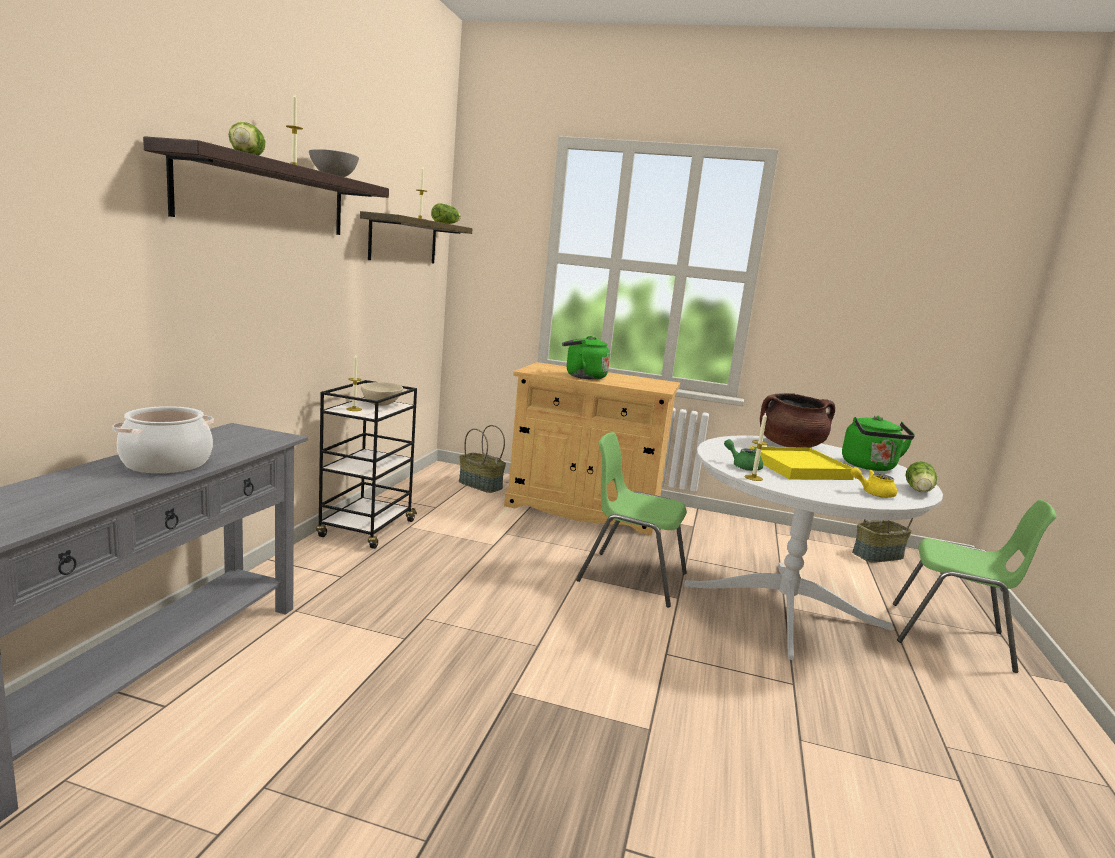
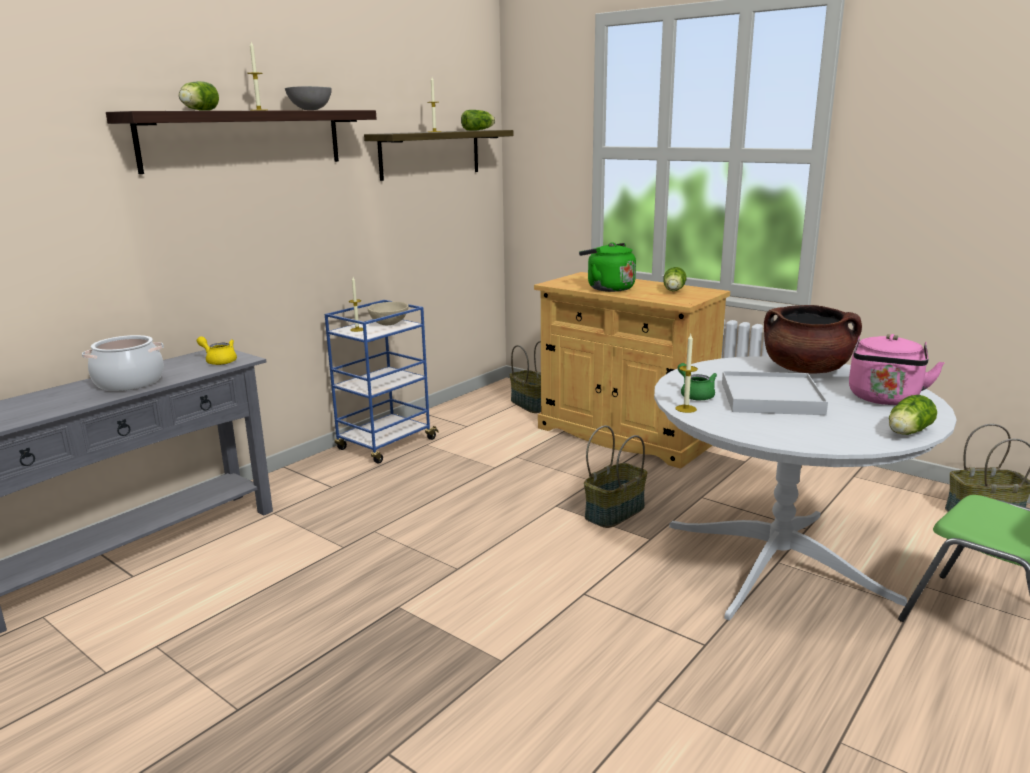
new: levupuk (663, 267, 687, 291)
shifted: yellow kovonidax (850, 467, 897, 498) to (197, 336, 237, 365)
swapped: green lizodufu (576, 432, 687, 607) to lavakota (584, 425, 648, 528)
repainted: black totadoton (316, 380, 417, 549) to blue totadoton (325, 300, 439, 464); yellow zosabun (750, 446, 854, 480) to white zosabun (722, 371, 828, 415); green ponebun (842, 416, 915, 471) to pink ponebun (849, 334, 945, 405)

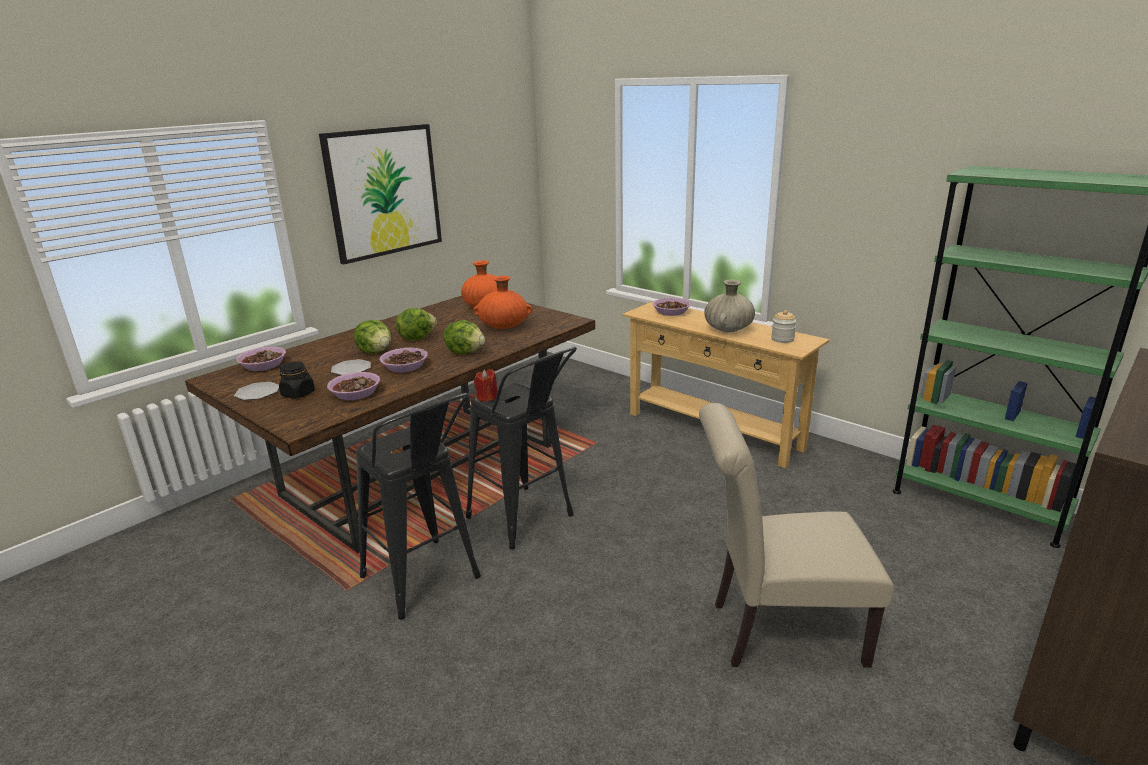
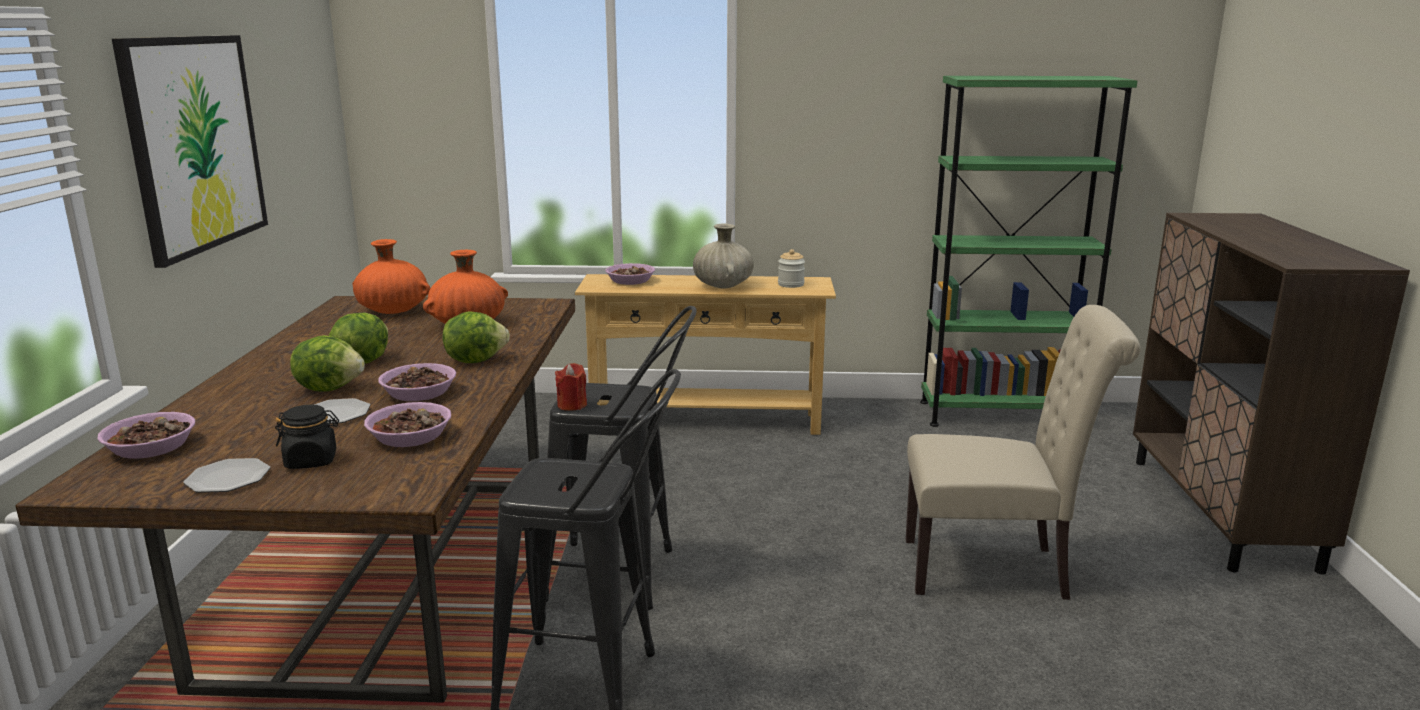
rotated: beige lizodufu (699, 403, 894, 668) = (906, 305, 1141, 600) 135 degrees counterclockwise

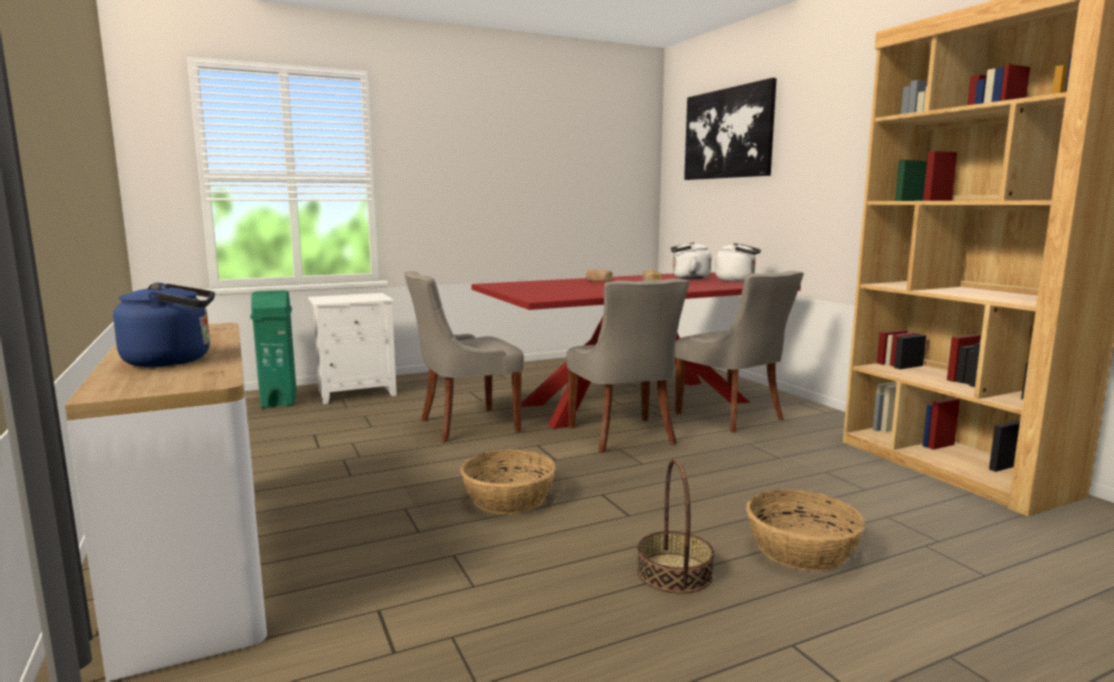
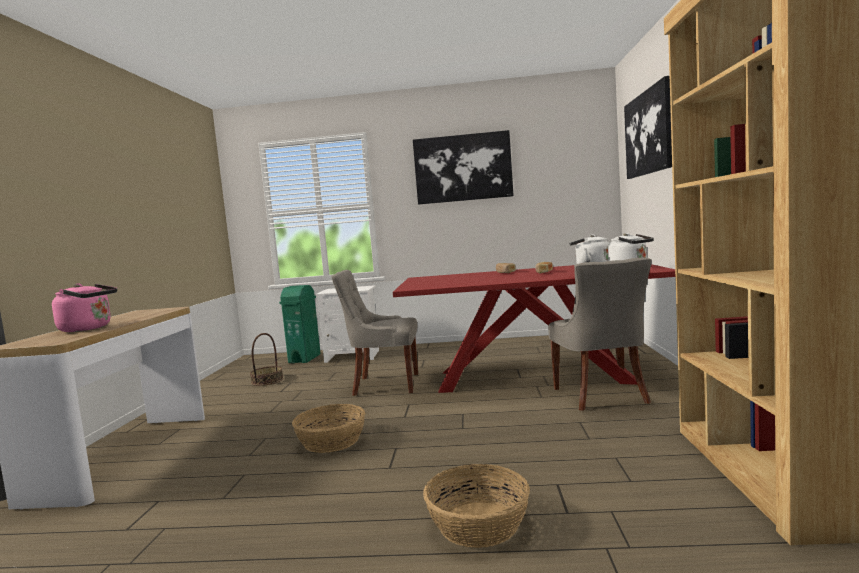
gone: grey lizodufu (566, 279, 689, 453)
new: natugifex (413, 130, 514, 204)
shifted: lavakota (637, 459, 714, 594) to (250, 333, 284, 386)
repainted: blue ponebun (113, 283, 215, 367) to pink ponebun (52, 284, 117, 332)

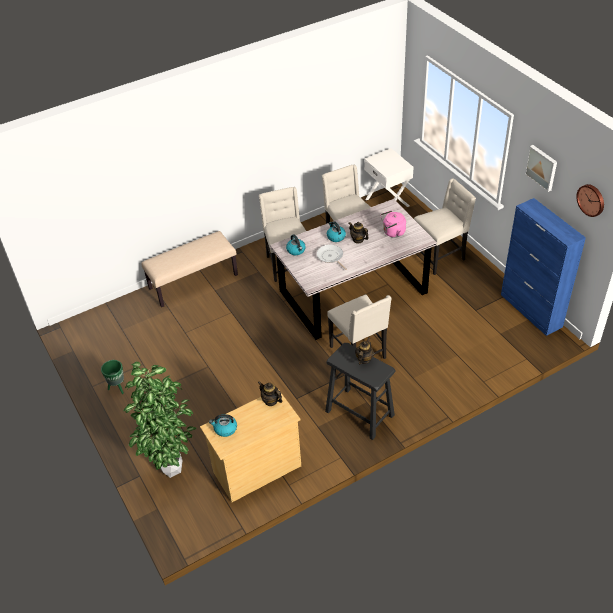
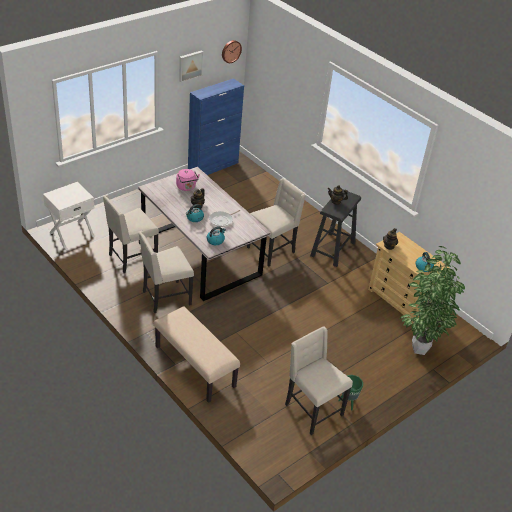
shifted: beige lizodufu (414, 178, 476, 275) to (285, 326, 353, 435)

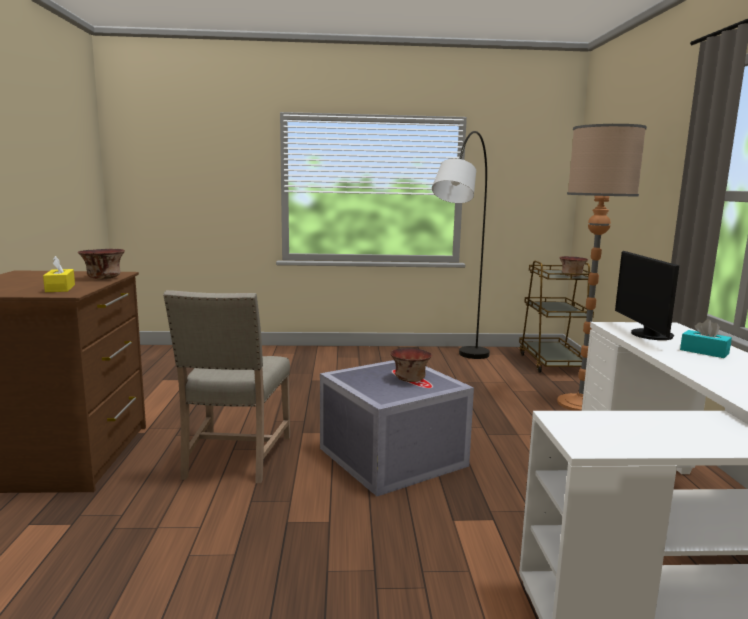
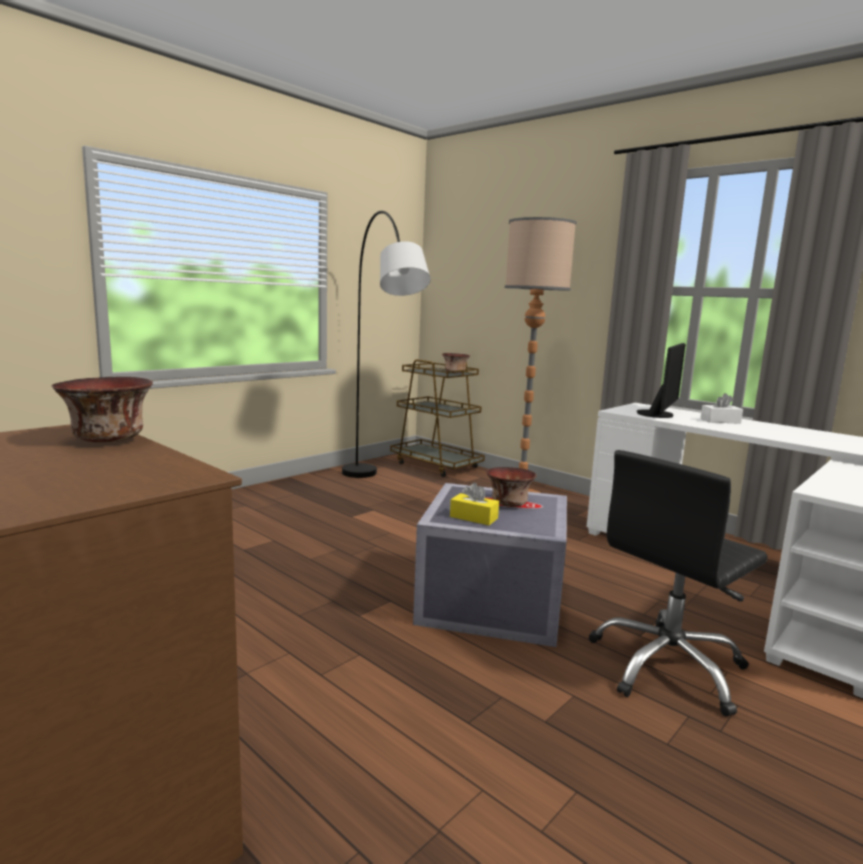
gone: beige lizodufu (163, 290, 290, 483)
new: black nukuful (588, 450, 768, 717)
shifted: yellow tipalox (43, 256, 75, 292) to (450, 483, 499, 525)
repainted: turquoise tipalox (680, 319, 732, 358) to white tipalox (700, 393, 743, 424)
rotated: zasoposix (615, 251, 679, 340) = (637, 343, 685, 418) 105 degrees counterclockwise

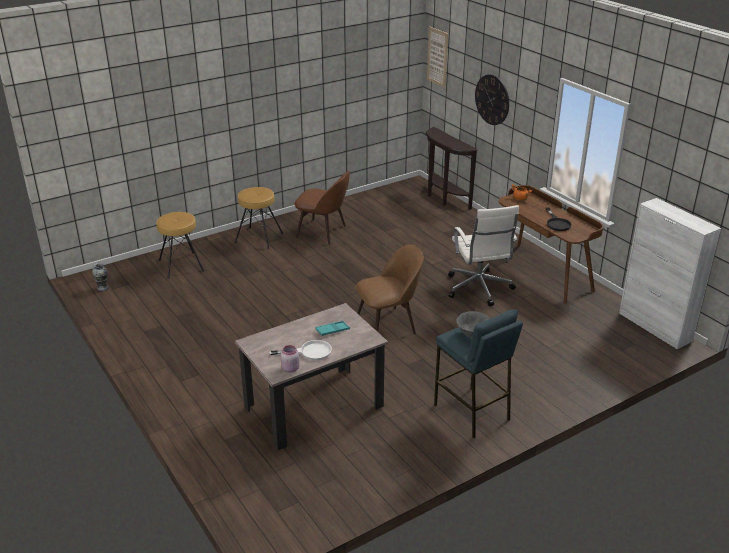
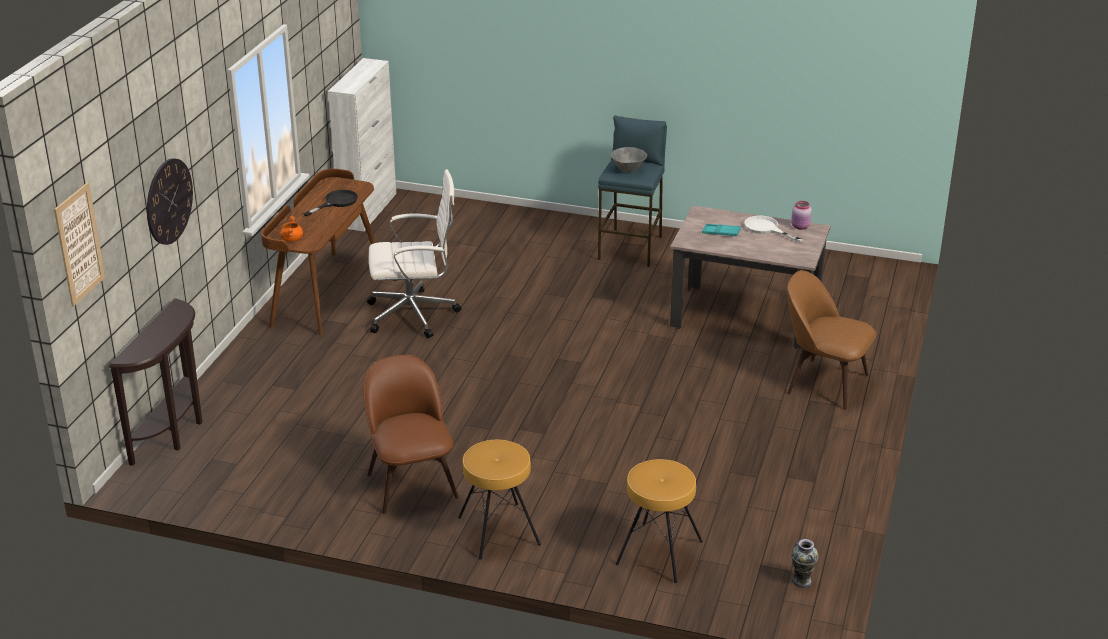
shifted: brown lizodufu (355, 244, 424, 334) to (787, 270, 876, 410)
rotated: white nukuful (448, 205, 519, 306) = (367, 169, 462, 338) 45 degrees clockwise

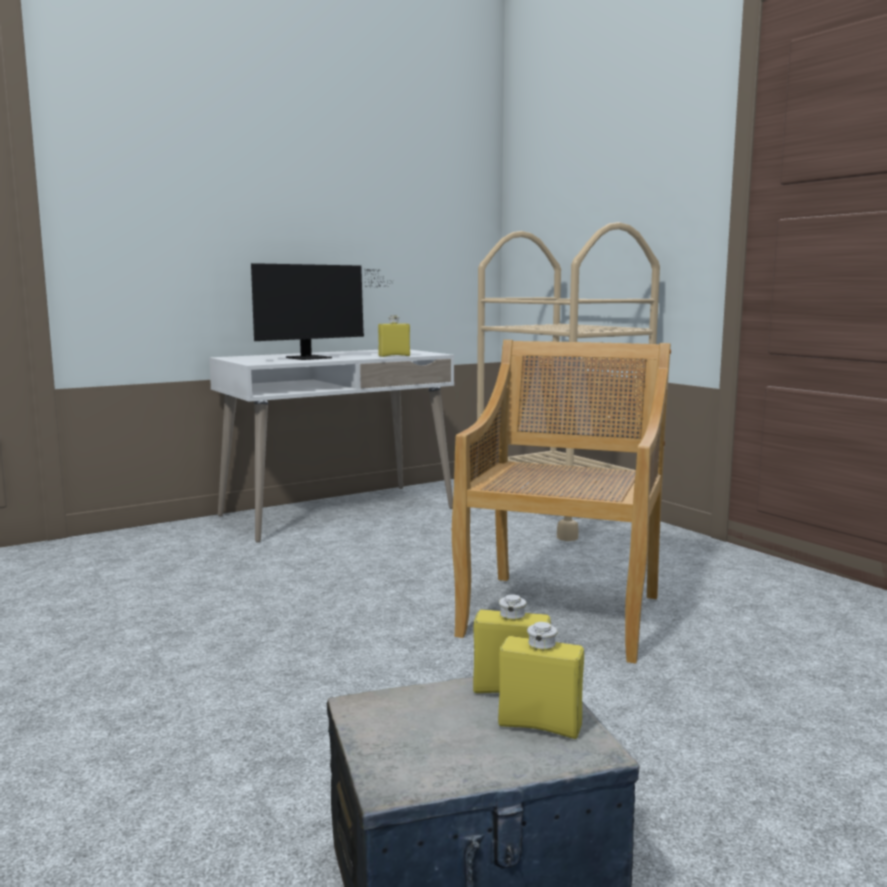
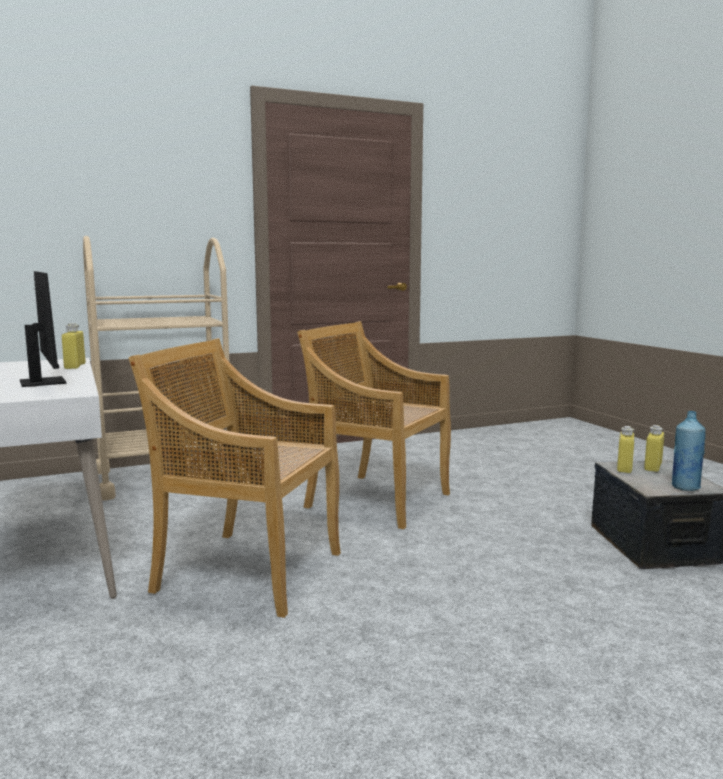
new: beige lizodufu (128, 338, 341, 618); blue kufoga (672, 411, 705, 491)

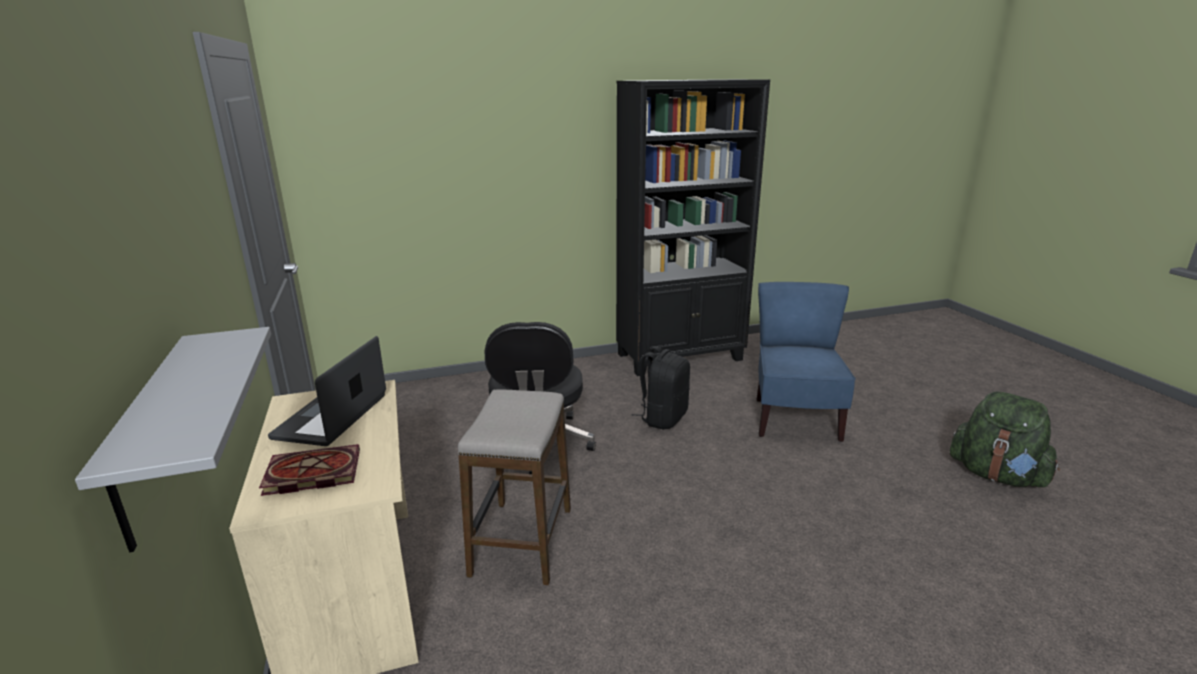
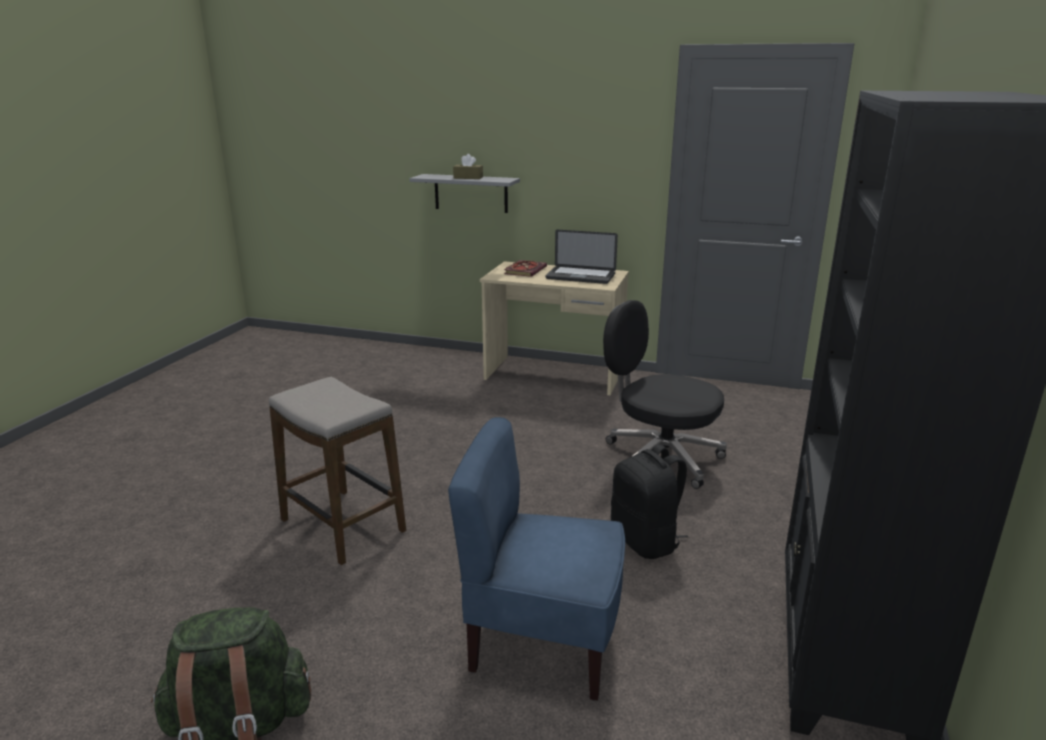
new: brown tipalox (453, 154, 483, 179)
shifted: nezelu (458, 389, 571, 585) to (269, 377, 406, 565)
rotated: blue lizodufu (757, 282, 856, 442) = (448, 417, 625, 701) 150 degrees clockwise; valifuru (268, 336, 386, 446) = (545, 230, 618, 284) 150 degrees clockwise

